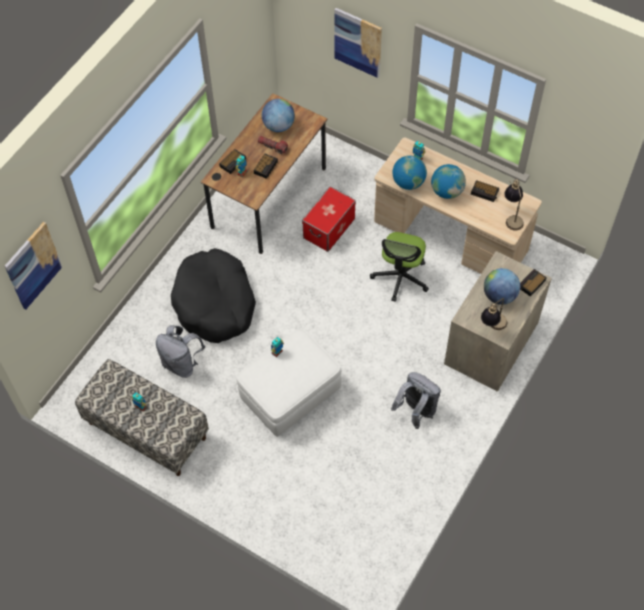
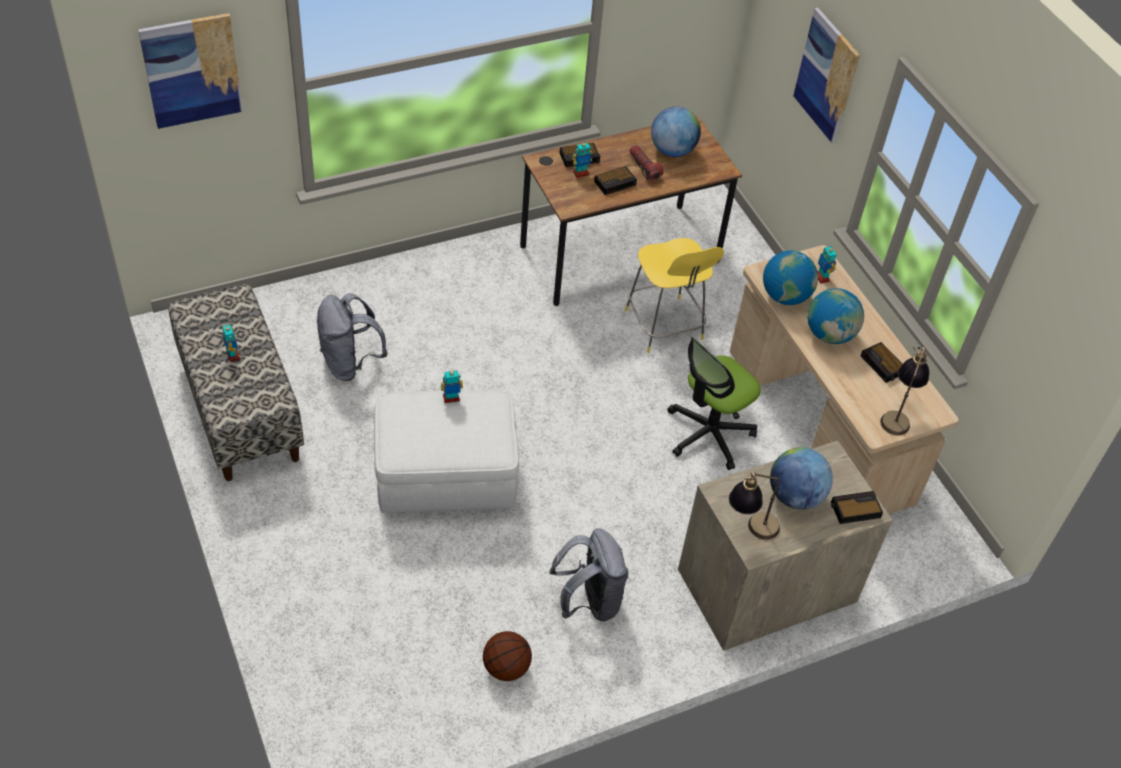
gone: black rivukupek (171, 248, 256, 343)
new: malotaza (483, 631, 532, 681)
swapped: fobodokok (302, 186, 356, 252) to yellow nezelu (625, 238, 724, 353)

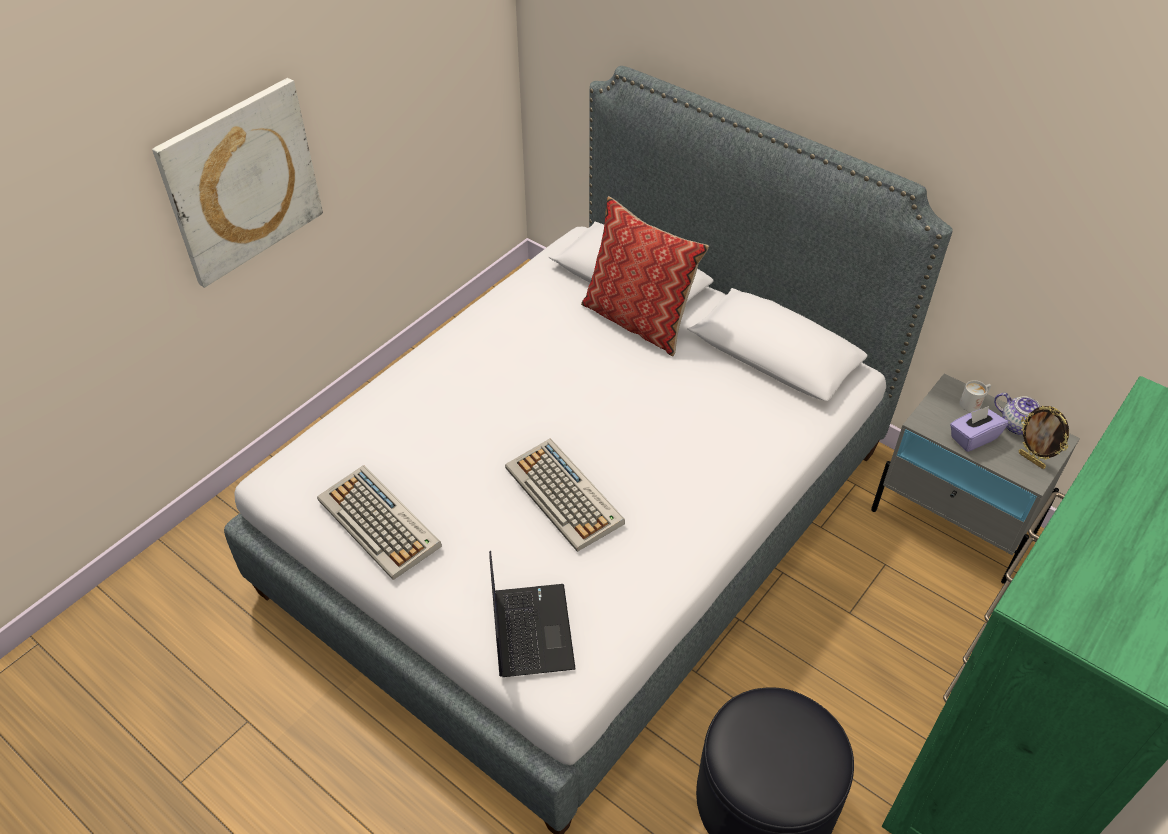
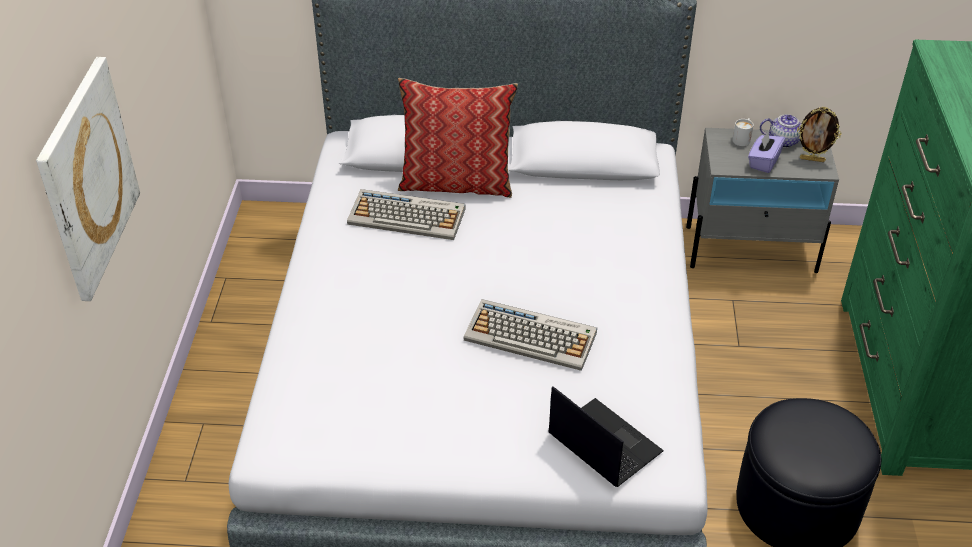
shifted: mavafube (317, 466, 442, 580) to (347, 189, 466, 240)

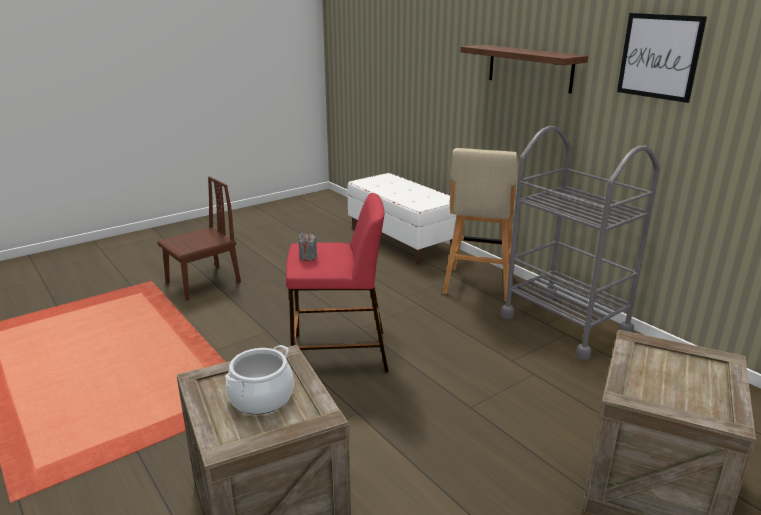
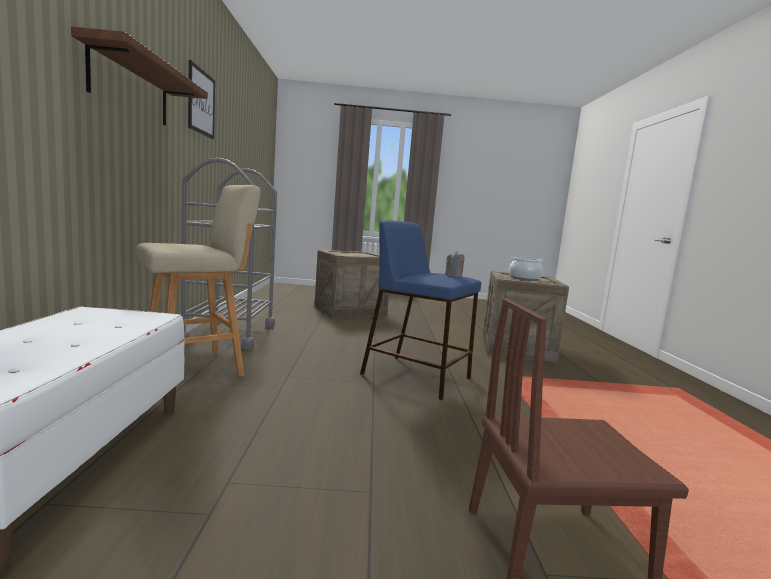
repainted: red nezelu (286, 193, 389, 373) to blue nezelu (360, 220, 481, 400)

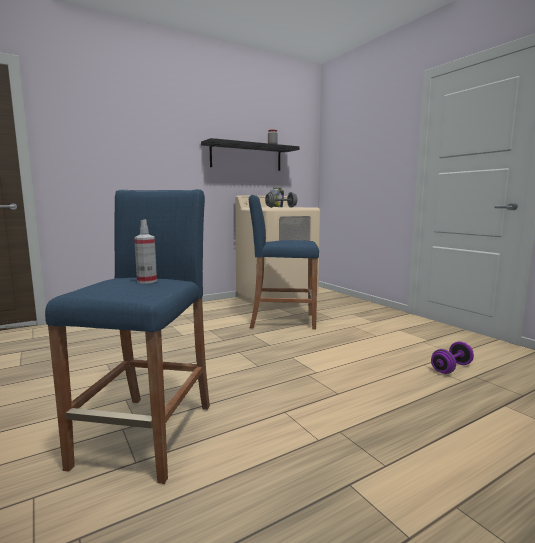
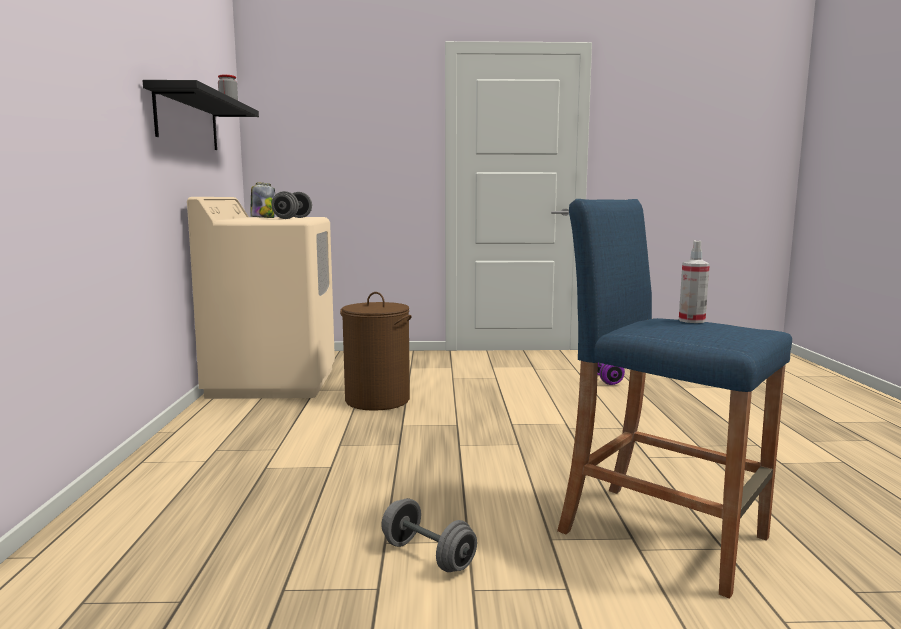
new: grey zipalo (381, 498, 477, 572)
swapped: blue nezelu (249, 195, 319, 329) to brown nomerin (340, 292, 412, 411)

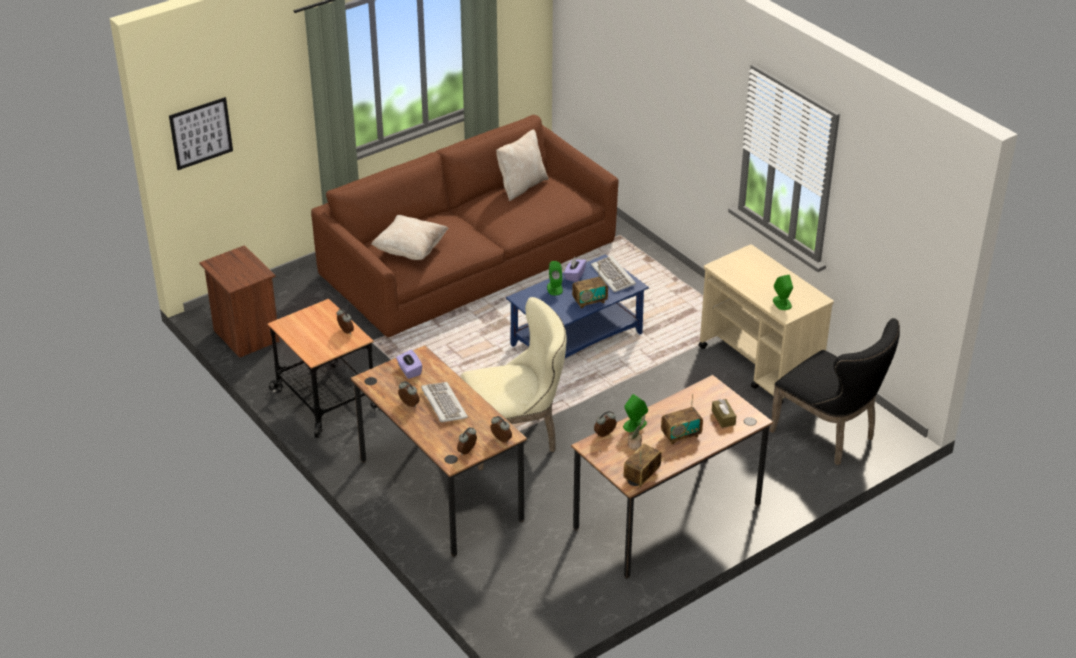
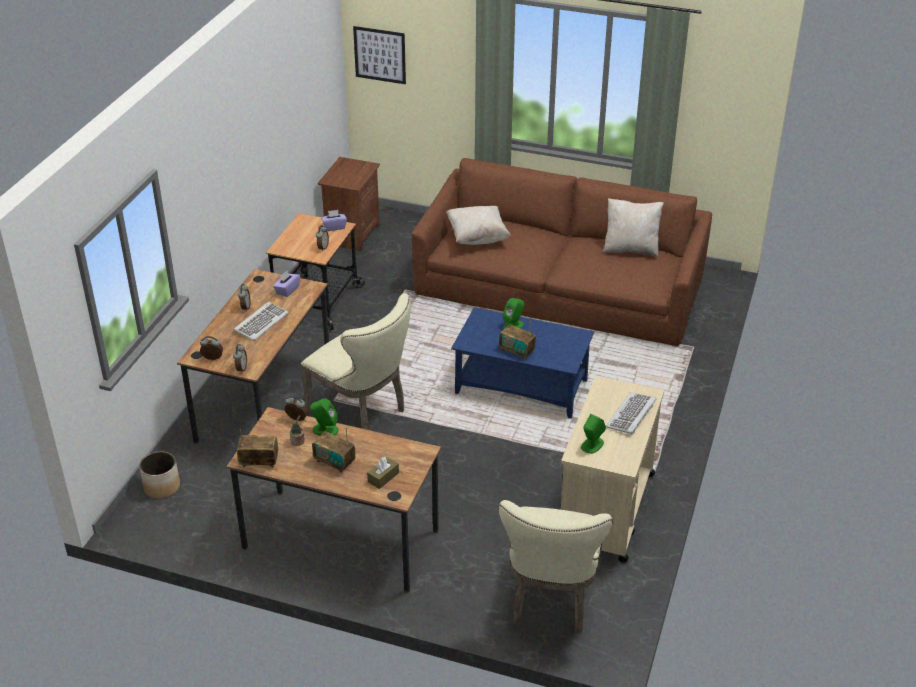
new: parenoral (139, 451, 180, 499)
shifted: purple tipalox (564, 257, 586, 282) to (321, 210, 347, 231); mavafube (591, 256, 636, 292) to (606, 392, 656, 434)
repainted: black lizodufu (769, 318, 900, 465) to beige lizodufu (499, 500, 612, 634)

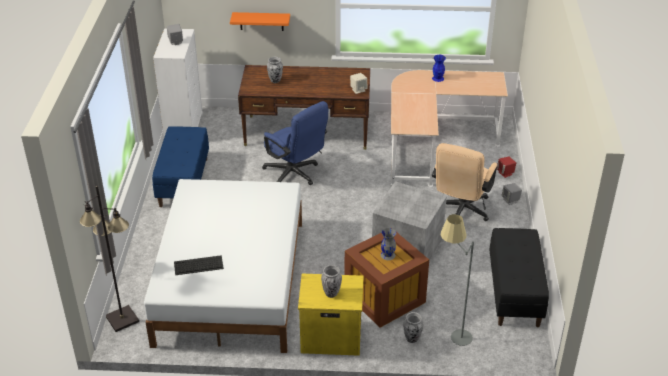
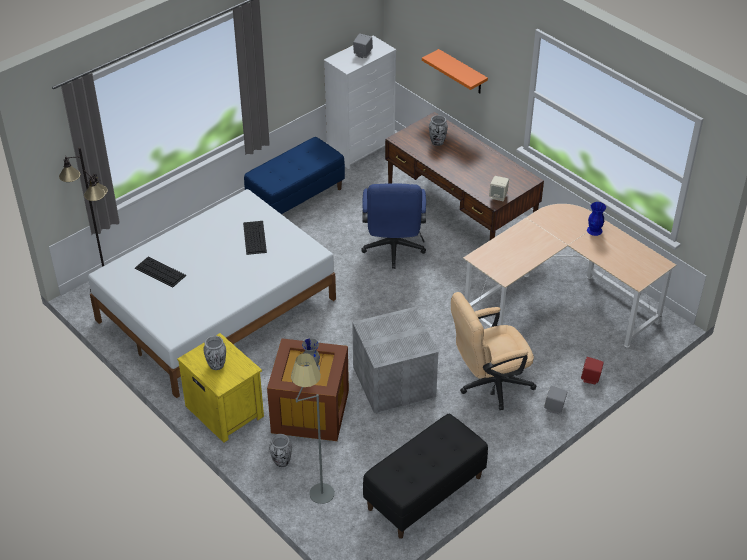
new: mavafube (243, 221, 267, 255)

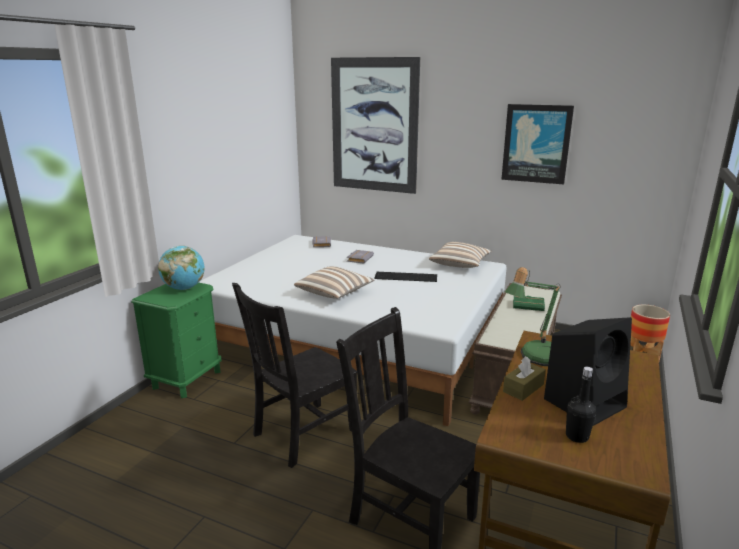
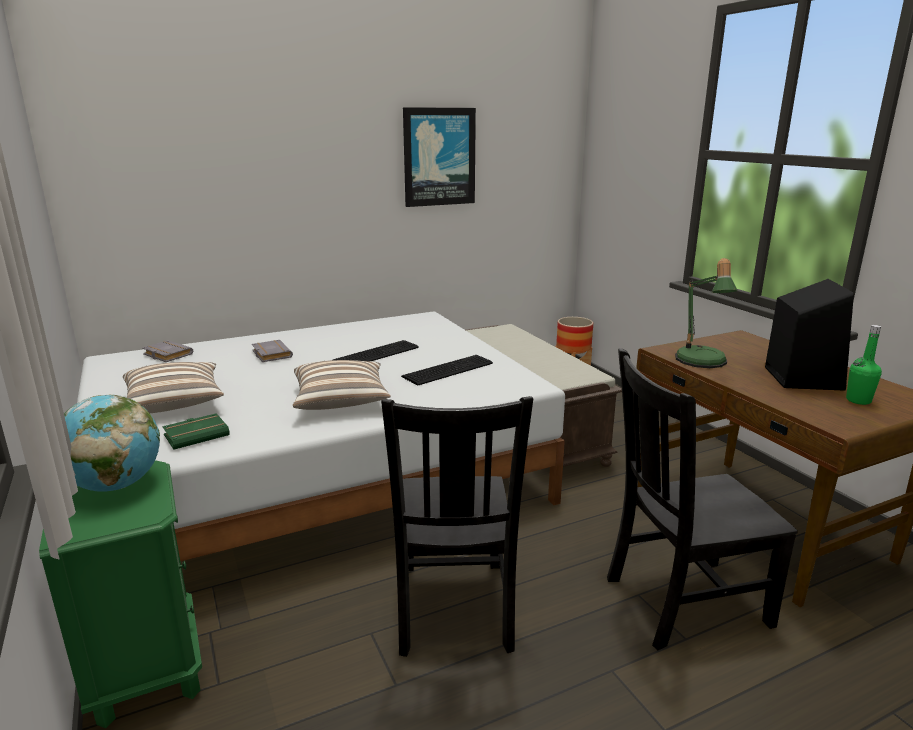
gone: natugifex (331, 57, 420, 194); brown tipalox (503, 356, 546, 401)
new: mavafube (401, 355, 493, 385)
shifted: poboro (429, 242, 492, 268) to (123, 362, 224, 413); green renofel (513, 296, 545, 311) to (162, 413, 230, 450)
repainted: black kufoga (566, 367, 596, 443) to green kufoga (846, 325, 882, 405)

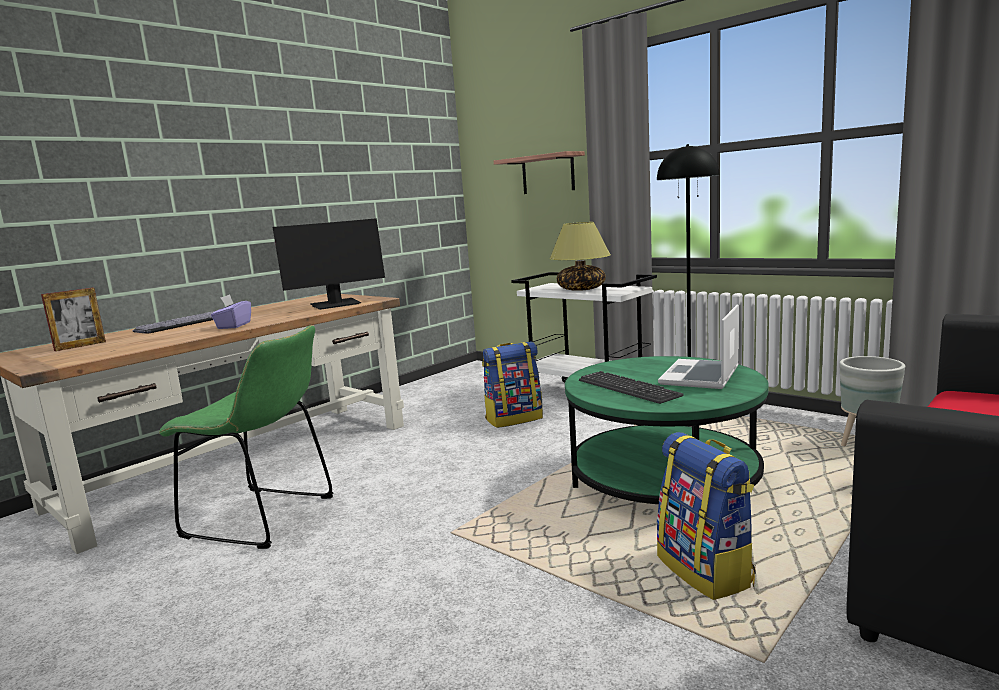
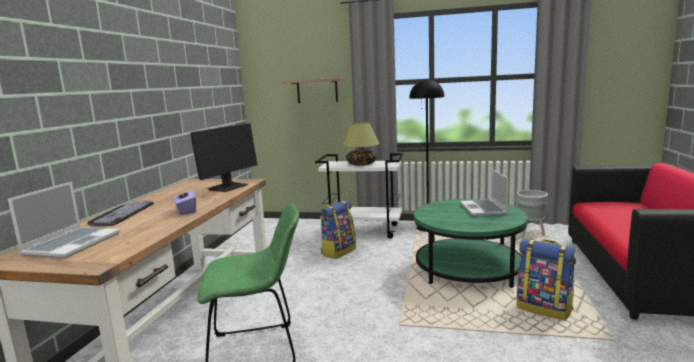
gone: mavafube (579, 371, 684, 404)
swapped: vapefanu (41, 288, 106, 351) to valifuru (8, 181, 120, 258)

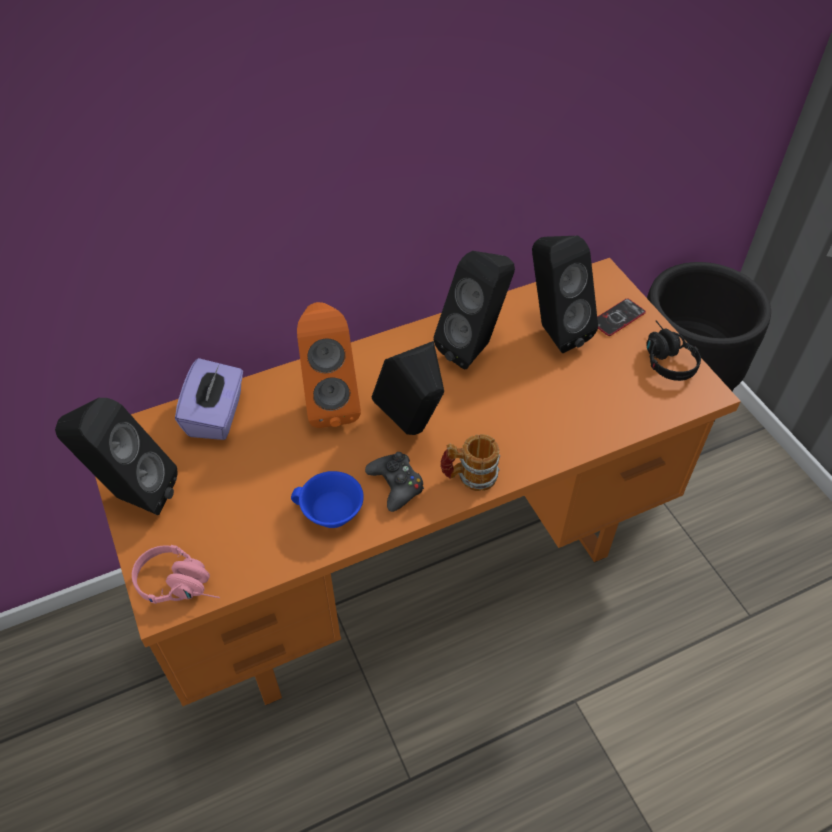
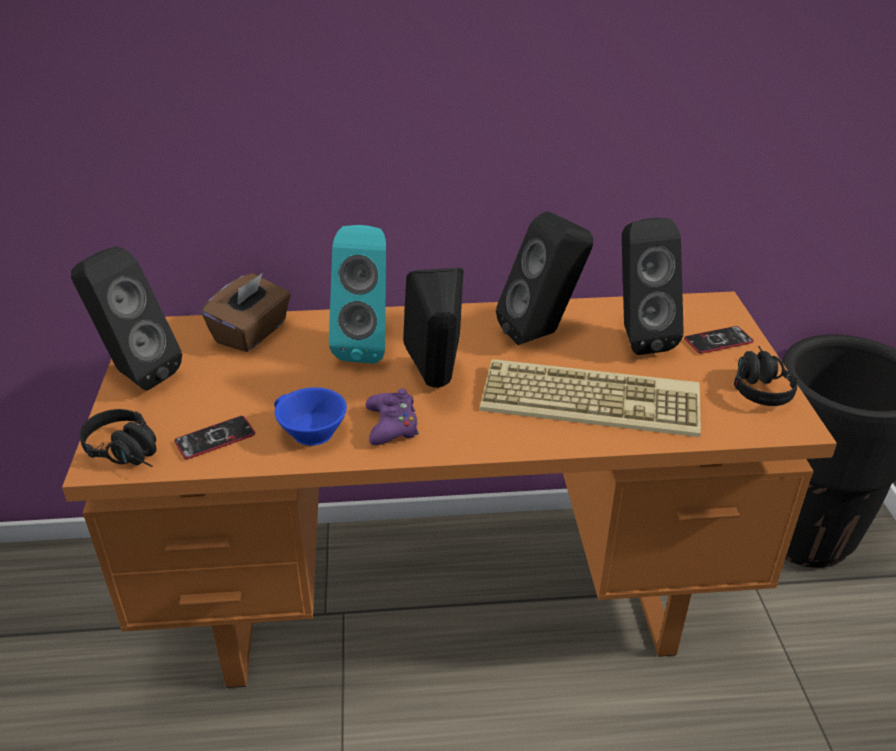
gone: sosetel (440, 434, 500, 491)
new: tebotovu (174, 416, 255, 459); mavafube (480, 359, 701, 437)
repainted: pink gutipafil (132, 545, 220, 604) to black gutipafil (80, 409, 156, 467); purple tipalox (175, 358, 243, 440) to brown tipalox (201, 273, 291, 352); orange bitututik (297, 302, 361, 428) to turquoise bitututik (329, 225, 386, 364); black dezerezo (365, 452, 424, 512) to purple dezerezo (366, 389, 419, 445)

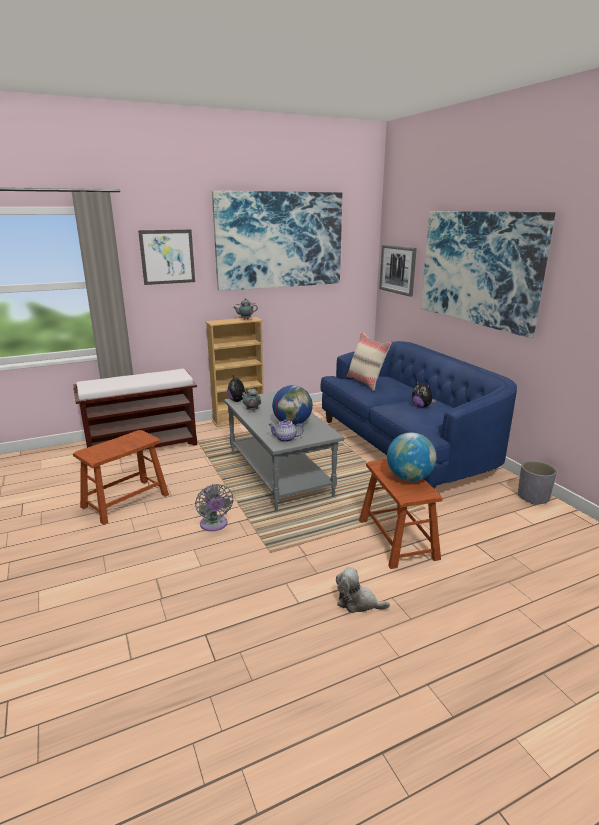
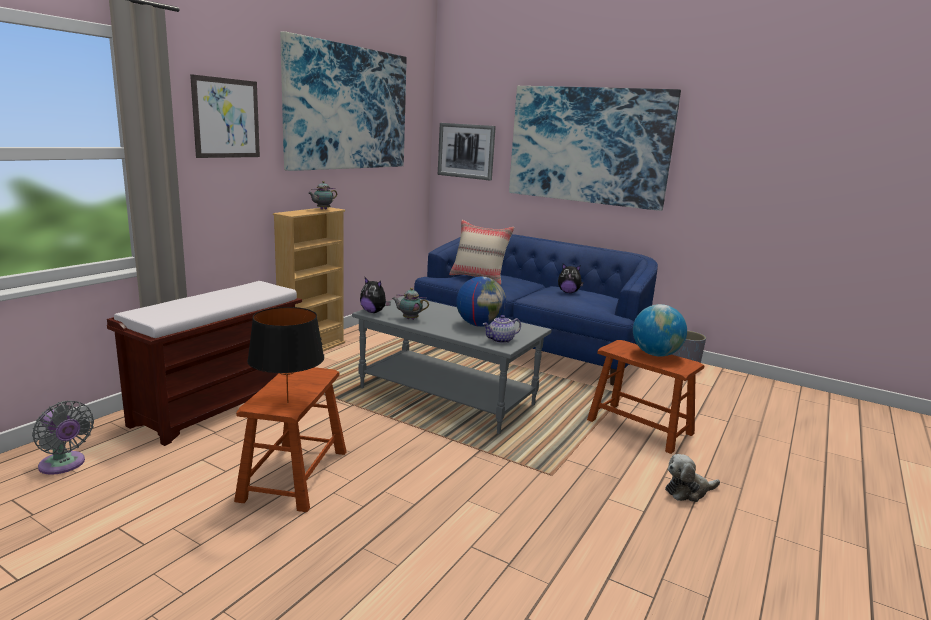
new: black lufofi (247, 307, 324, 403)
shifted: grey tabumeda (195, 484, 233, 531) to (32, 401, 94, 475)

